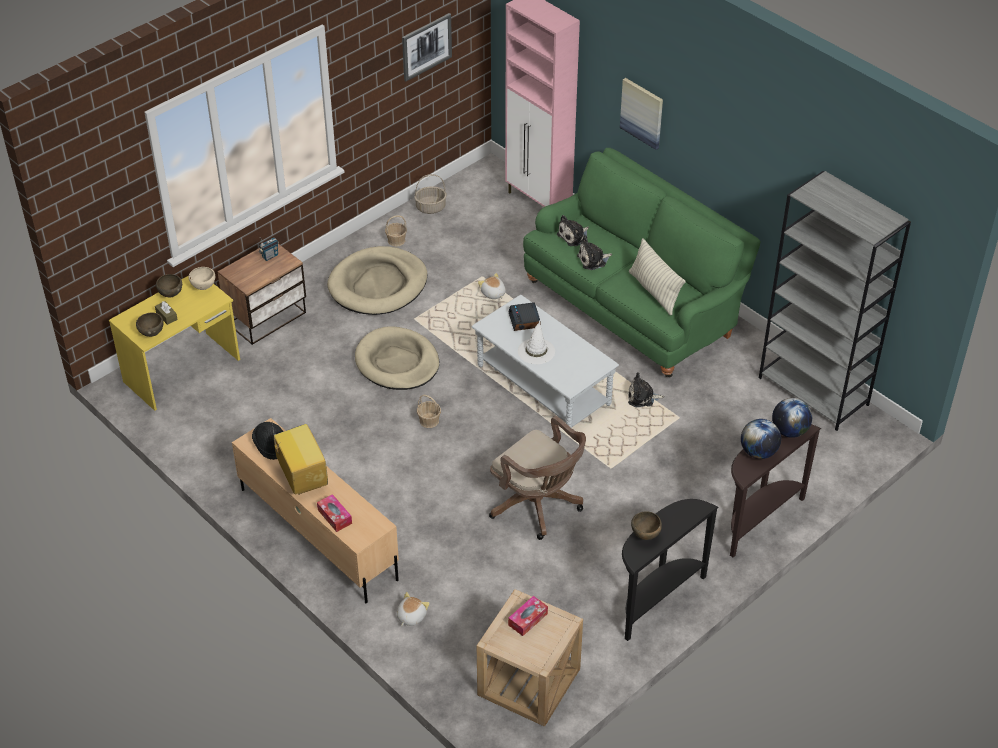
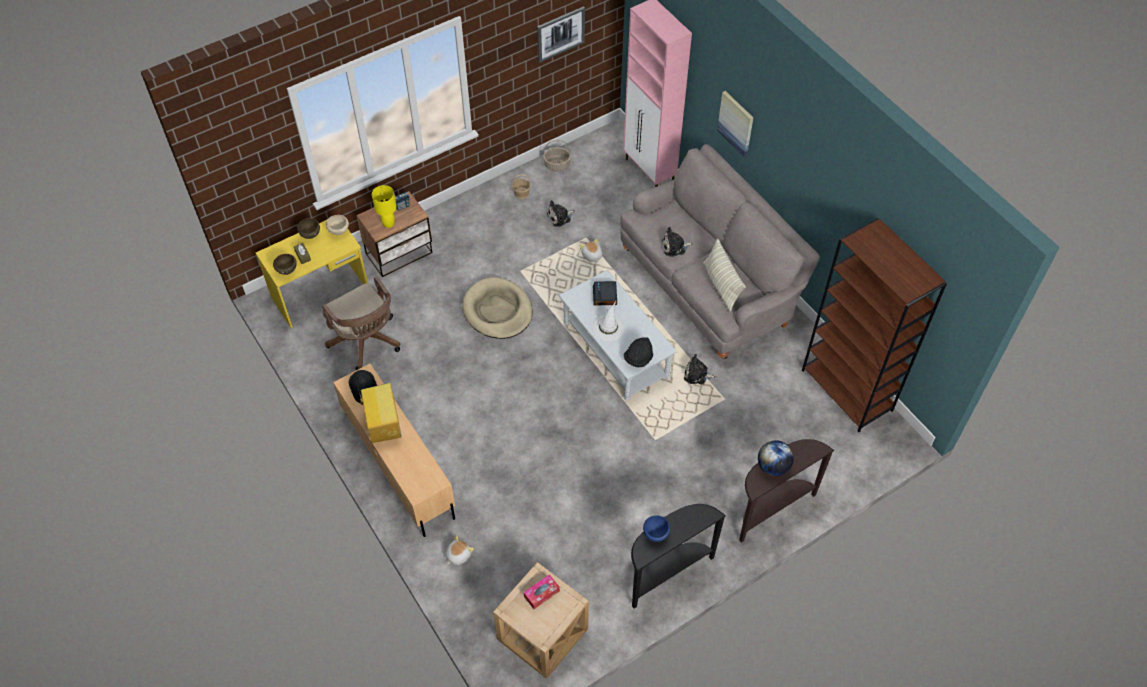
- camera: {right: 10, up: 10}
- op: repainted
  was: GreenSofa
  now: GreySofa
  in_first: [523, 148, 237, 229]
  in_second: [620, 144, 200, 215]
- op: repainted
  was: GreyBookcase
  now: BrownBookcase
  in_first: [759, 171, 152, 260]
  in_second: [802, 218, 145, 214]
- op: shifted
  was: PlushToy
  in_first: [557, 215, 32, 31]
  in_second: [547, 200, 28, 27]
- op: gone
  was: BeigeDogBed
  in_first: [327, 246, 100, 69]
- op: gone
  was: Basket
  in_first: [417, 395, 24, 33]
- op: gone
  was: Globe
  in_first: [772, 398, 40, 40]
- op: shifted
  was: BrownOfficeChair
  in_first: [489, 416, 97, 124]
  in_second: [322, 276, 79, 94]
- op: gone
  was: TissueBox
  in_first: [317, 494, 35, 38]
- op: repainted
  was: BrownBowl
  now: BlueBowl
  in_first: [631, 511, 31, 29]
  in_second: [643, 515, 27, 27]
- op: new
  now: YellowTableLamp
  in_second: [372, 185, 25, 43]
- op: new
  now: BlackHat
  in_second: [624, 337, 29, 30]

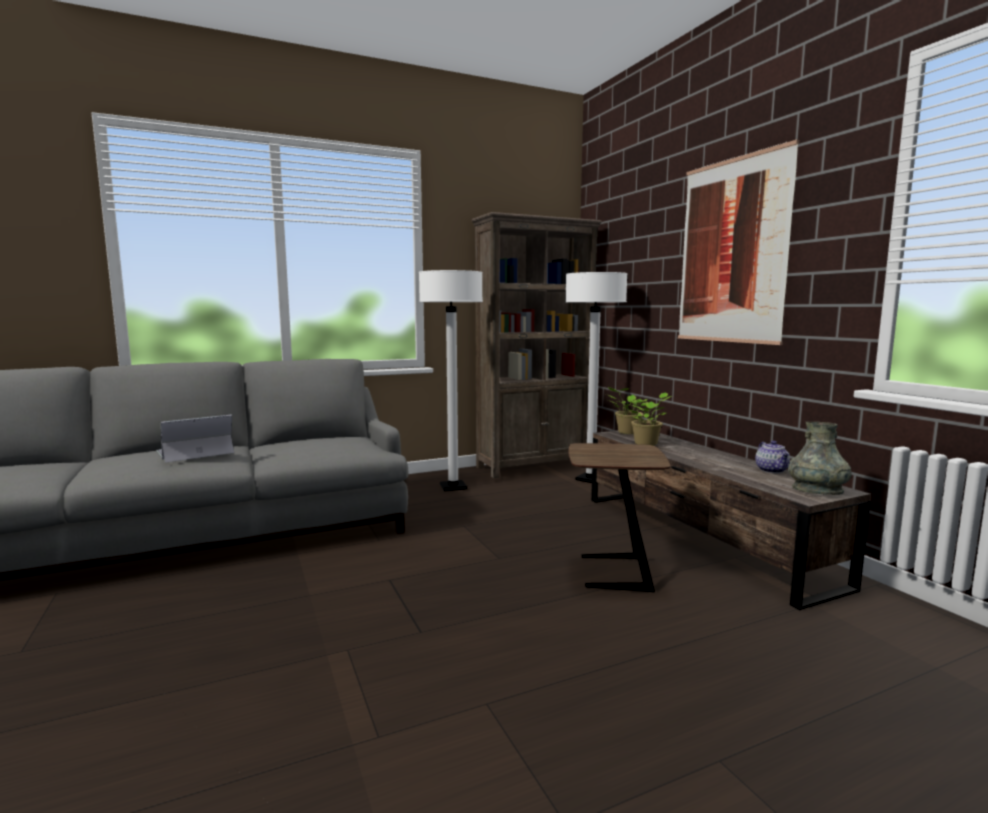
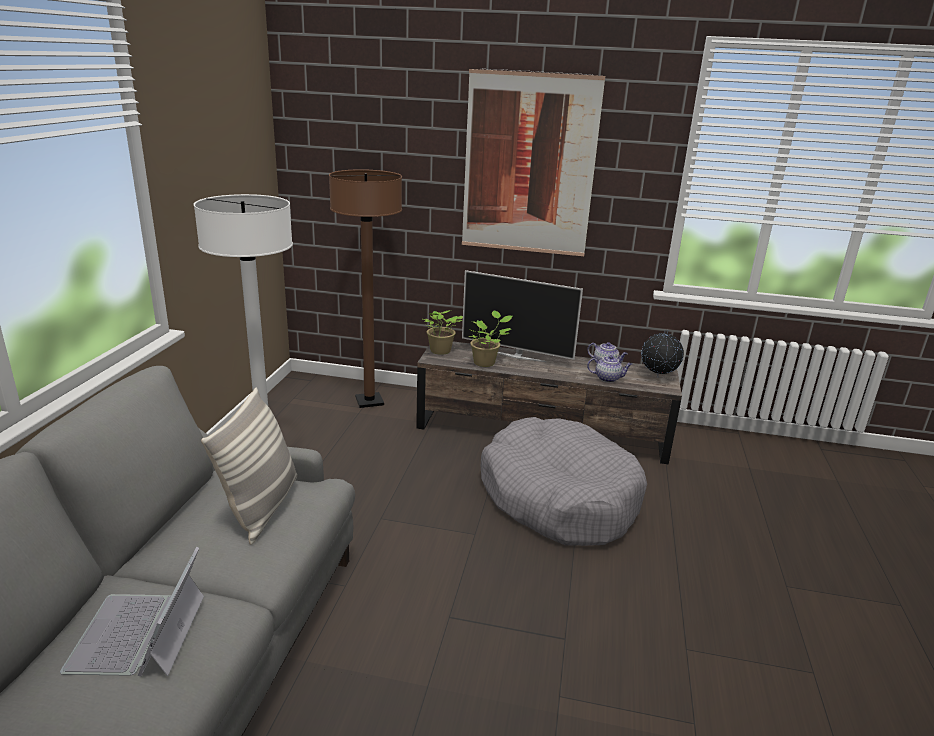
- camera: {right: -55, up: 15}
- op: gone
  was: BrownBookcase
  in_first: [472, 212, 130, 266]
- op: repainted
  was: WhiteFloorLamp
  now: BrownFloorLamp
  in_first: [565, 272, 63, 211]
  in_second: [329, 169, 73, 239]
- op: swapped
  was: GreyVase
  now: Globe
  in_first: [788, 422, 64, 73]
  in_second: [641, 330, 43, 48]
- op: swapped
  was: BrownSideTable
  now: GreyDogBed
  in_first: [568, 443, 103, 149]
  in_second: [481, 417, 166, 129]
- op: new
  now: Television
  in_second: [462, 270, 121, 92]
- op: new
  now: Teapot
  in_second: [587, 355, 45, 28]
- op: new
  now: Pillow
  in_second: [201, 387, 96, 158]

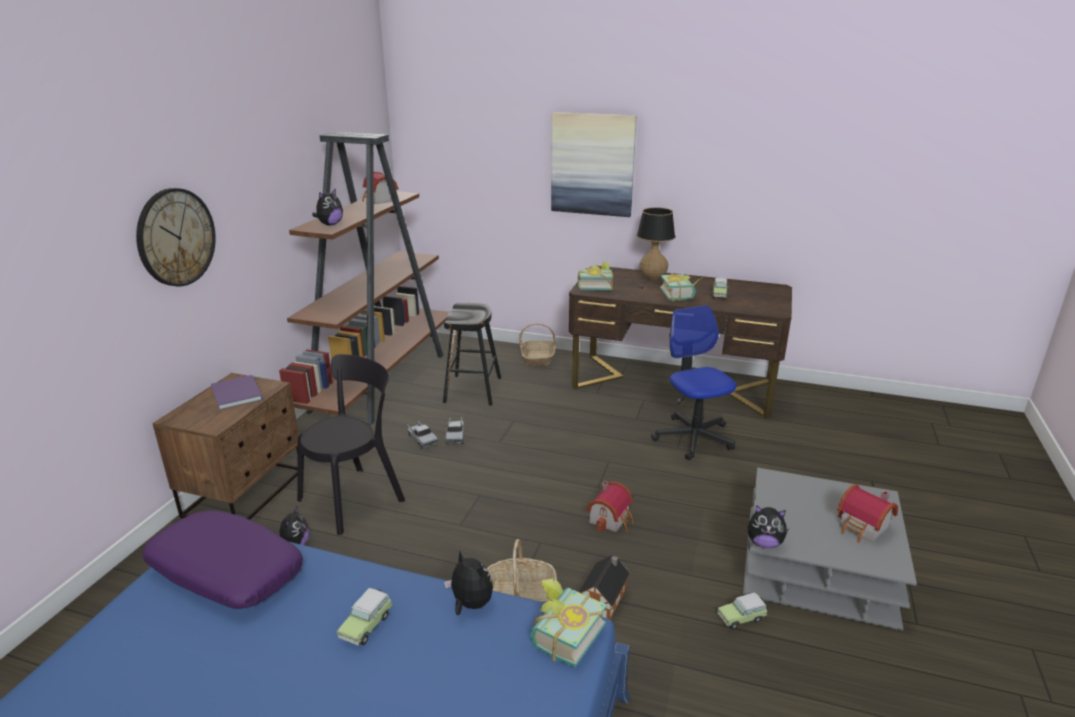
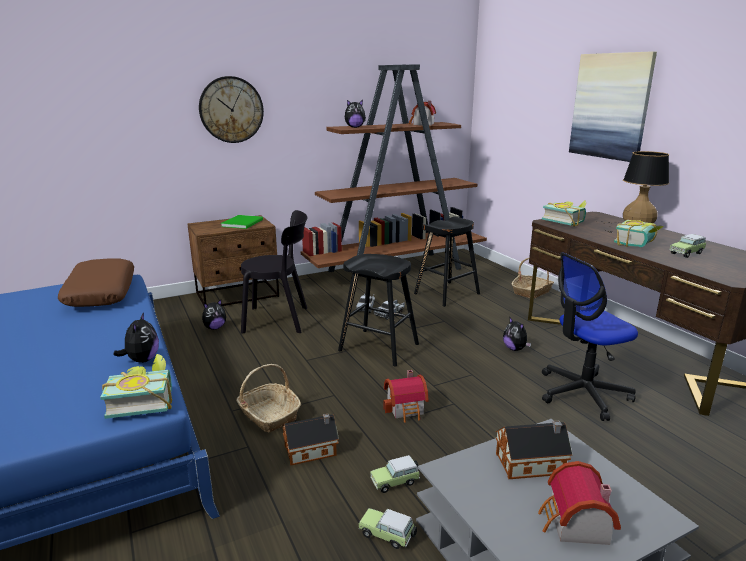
- camera: {right: 45, up: -5}
- op: rotated
  was: OfficeChair
  in_first: [651, 305, 85, 155]
  in_second: [542, 252, 96, 169]
  clockwise: -135
- op: repainted
  was: PurpleBook
  now: GreenBook
  in_first: [211, 375, 52, 35]
  in_second: [221, 215, 42, 14]
- op: shifted
  was: PlushToy
  in_first: [748, 505, 41, 43]
  in_second: [503, 318, 28, 33]
- op: repainted
  was: PurplePillow
  now: BrownPillow
  in_first: [142, 510, 161, 99]
  in_second: [58, 258, 76, 49]
- op: shifted
  was: ToyCar
  in_first: [337, 588, 56, 58]
  in_second: [370, 455, 50, 38]
- op: new
  now: BlackStool
  in_second: [338, 254, 81, 113]
- op: new
  now: ToyHouse
  in_second: [496, 421, 77, 58]

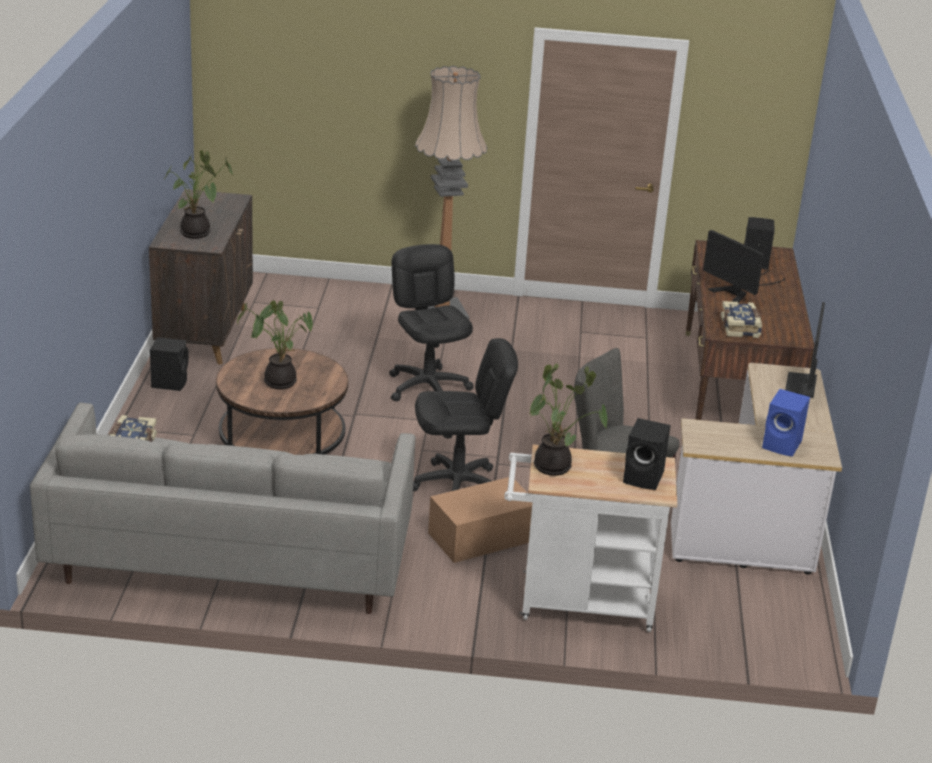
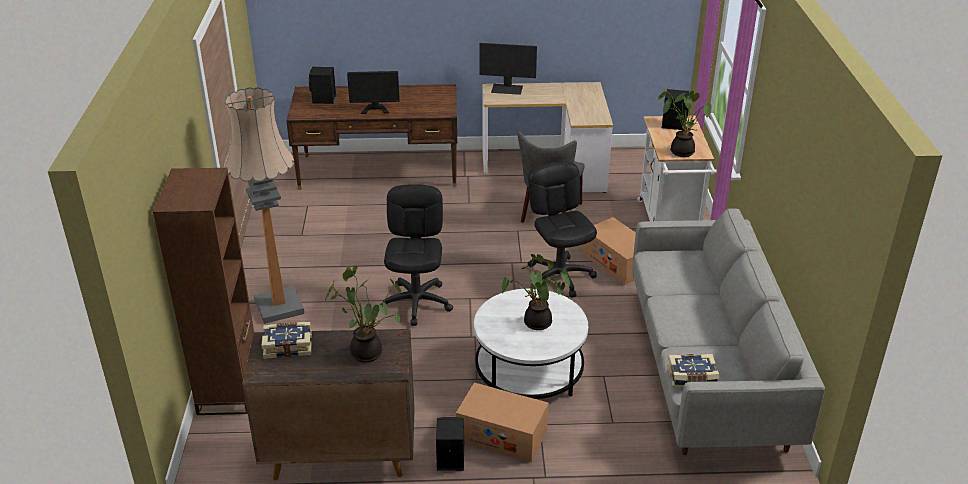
- camera: {right: -95, up: 5}
- op: rotated
  was: Monitor
  in_first: [703, 230, 82, 73]
  in_second: [347, 71, 53, 43]
  clockwise: 45
- op: rotated
  was: BlackOfficeChair
  in_first: [389, 244, 85, 158]
  in_second: [379, 184, 74, 142]
  clockwise: 120
- op: shifted
  was: Book
  in_first: [721, 301, 41, 37]
  in_second: [261, 322, 51, 37]
- op: repainted
  was: BrownCoffeeTable
  now: WhiteCoffeeTable
  in_first: [216, 348, 132, 107]
  in_second: [474, 288, 114, 111]
- op: gone
  was: BlueSpeaker
  in_first: [762, 389, 48, 68]
- op: new
  now: BrownBookcase
  in_second: [153, 168, 101, 247]
- op: new
  now: CardboardBox
  in_second: [456, 382, 93, 81]

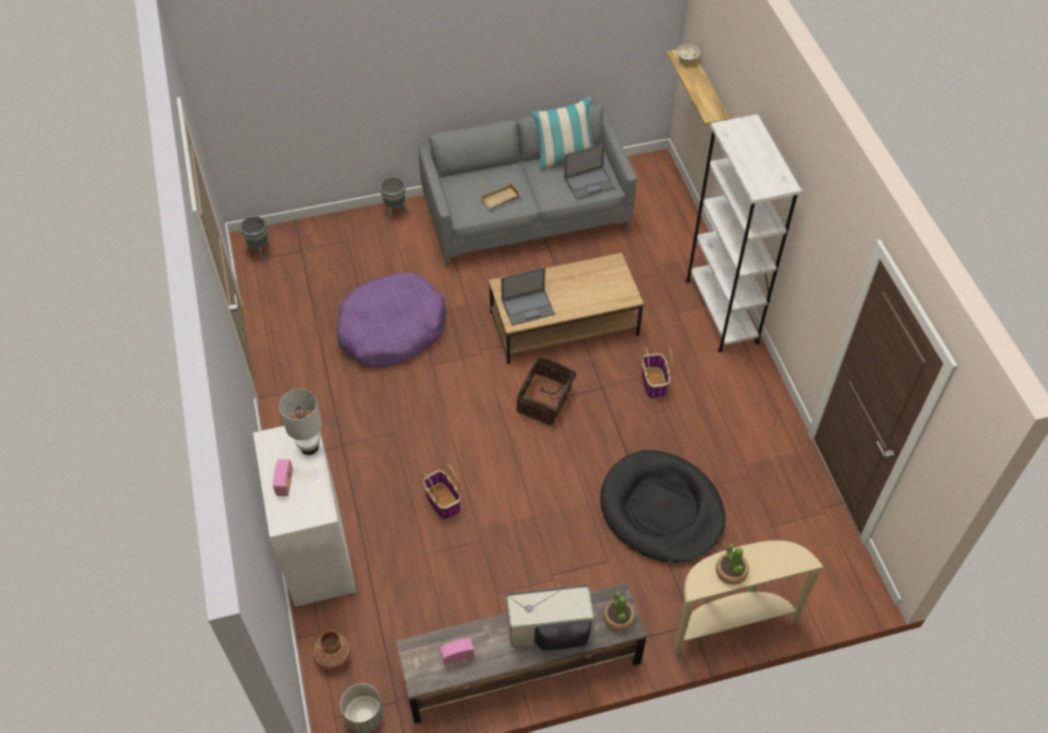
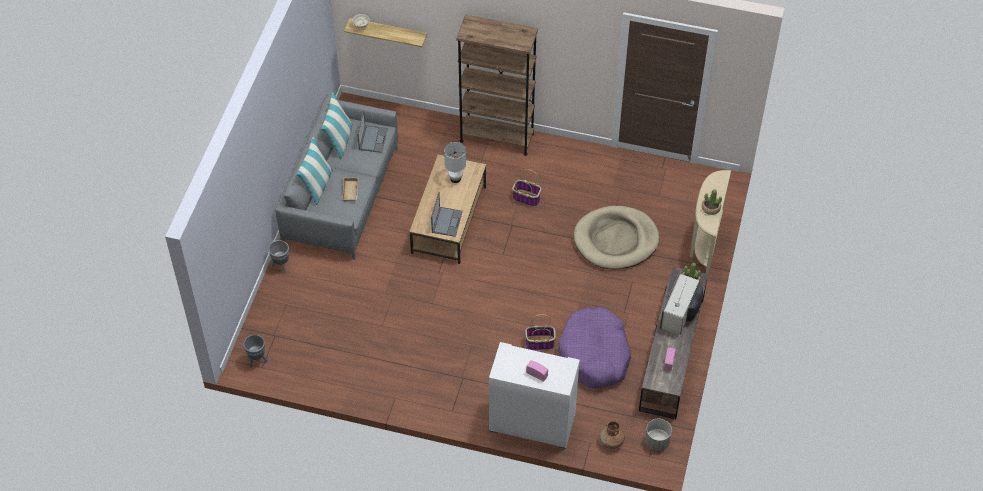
- camera: {right: -60, up: 0}
- op: repainted
  was: WhiteBookcase
  now: BrownBookcase
  in_first: [685, 114, 117, 238]
  in_second: [456, 15, 82, 141]
- op: shifted
  was: PurpleDogBed
  in_first: [337, 273, 110, 95]
  in_second: [558, 307, 73, 82]
- op: gone
  was: Basket
  in_first: [517, 357, 63, 69]
- op: shifted
  was: WhiteTableLamp
  in_first: [279, 389, 43, 66]
  in_second: [444, 142, 22, 41]
- op: repainted
  was: BlackDogBed
  now: BeigeDogBed
  in_first: [600, 450, 126, 113]
  in_second: [574, 206, 85, 63]
- op: new
  now: Pillow
  in_second: [296, 138, 37, 67]

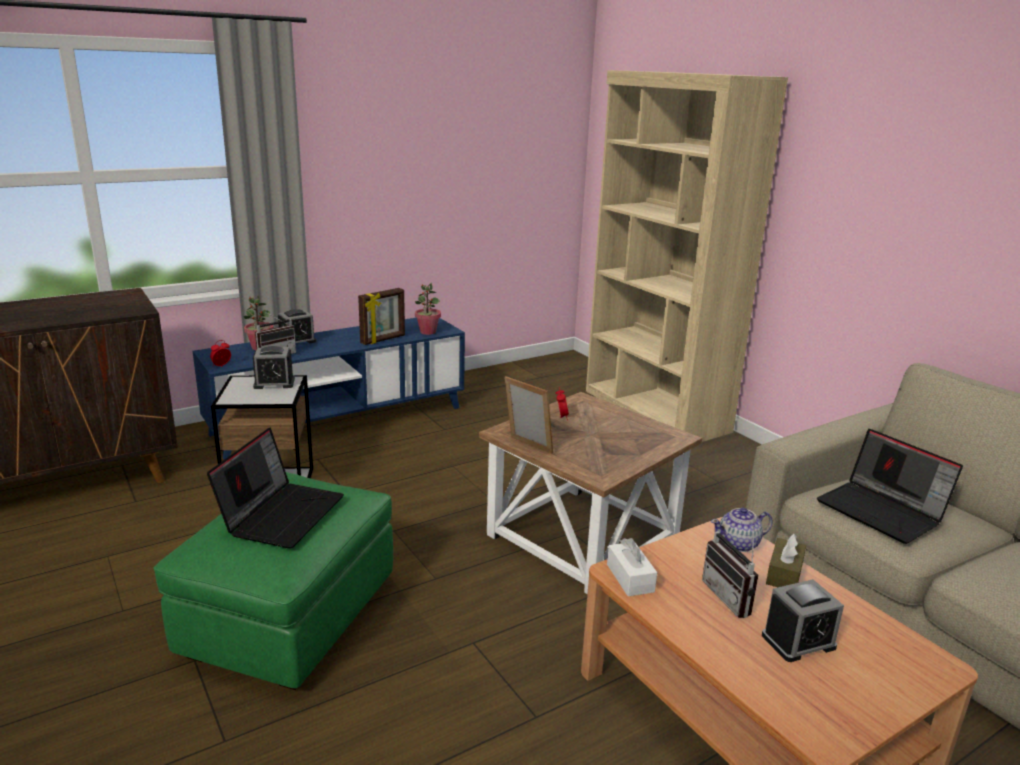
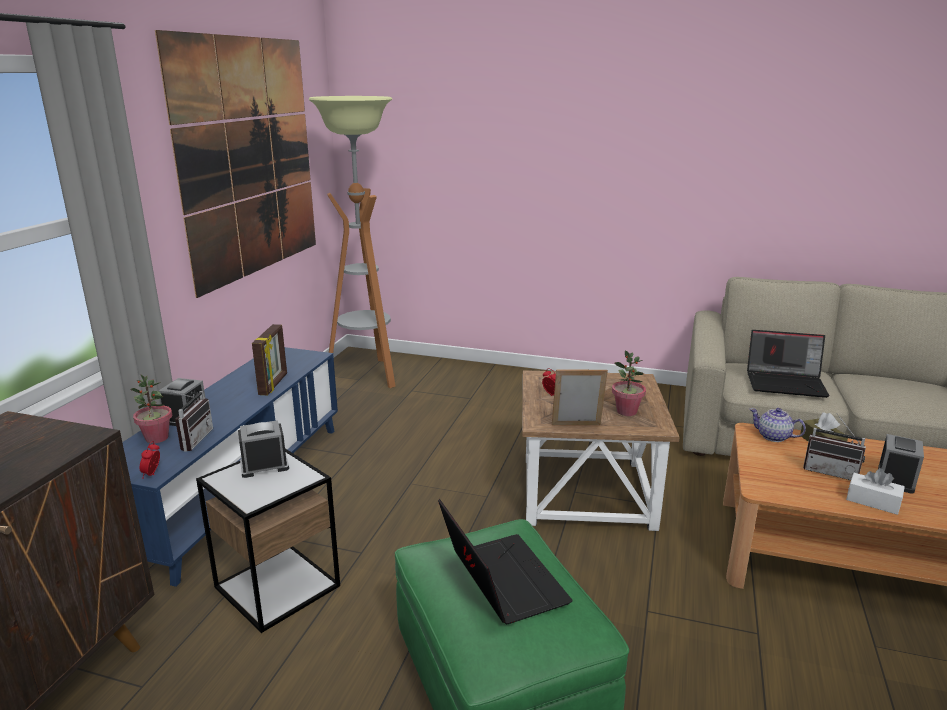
- camera: {right: -40, up: 0}
- op: gone
  was: BeigeBookcase
  in_first: [586, 70, 202, 372]
- op: shifted
  was: PottedPlant
  in_first: [415, 283, 26, 52]
  in_second: [612, 350, 34, 66]
- op: rotated
  was: AlarmClock
  in_first: [253, 346, 42, 43]
  in_second: [238, 420, 51, 58]
  clockwise: -150
- op: rotated
  was: Teapot
  in_first: [711, 507, 62, 45]
  in_second: [749, 408, 57, 34]
  clockwise: 90
- op: shifted
  was: WhiteTissueBox
  in_first: [607, 538, 50, 58]
  in_second: [846, 468, 59, 47]
- op: new
  now: Picture
  in_second: [155, 30, 161, 268]
- op: new
  now: FloorLamp
  in_second: [309, 96, 87, 292]

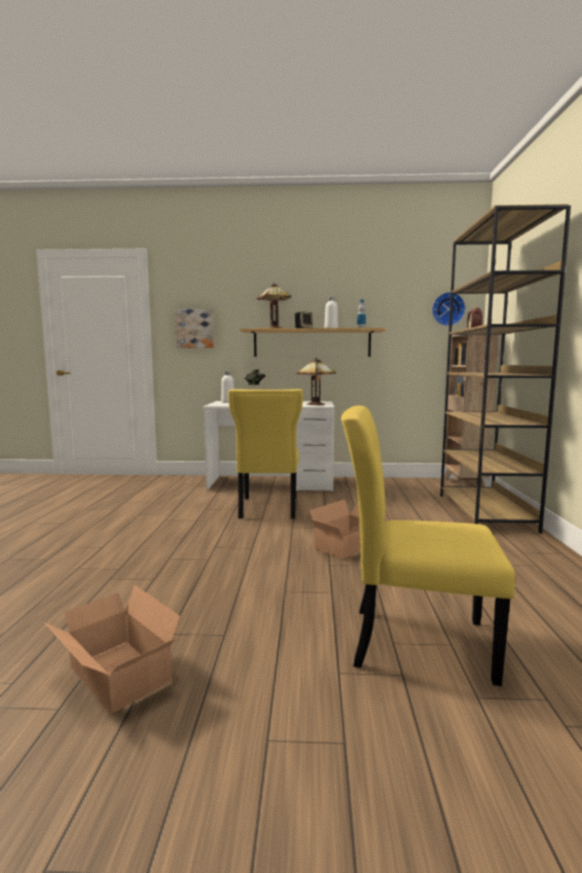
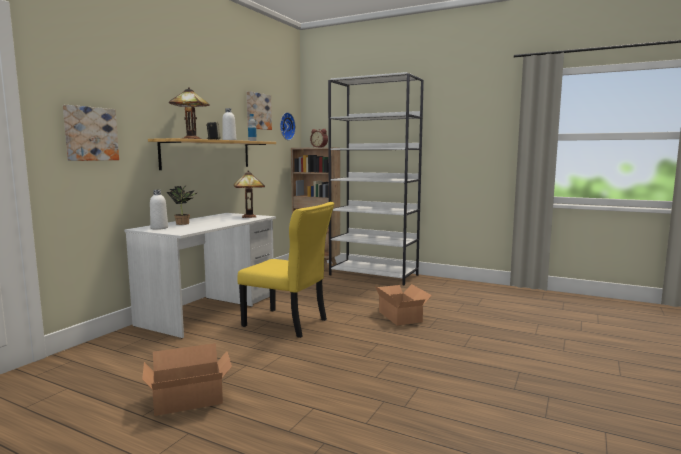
- camera: {right: -65, up: 0}
- op: repainted
  was: BrownBookcase
  now: WhiteBookcase
  in_first: [440, 204, 131, 329]
  in_second: [328, 72, 96, 214]
- op: gone
  was: YellowChair
  in_first: [341, 406, 174, 280]
- op: shifted
  was: CardboardBox
  in_first: [45, 585, 135, 129]
  in_second: [142, 343, 90, 73]
- op: new
  now: Picture
  in_second: [247, 91, 25, 39]

